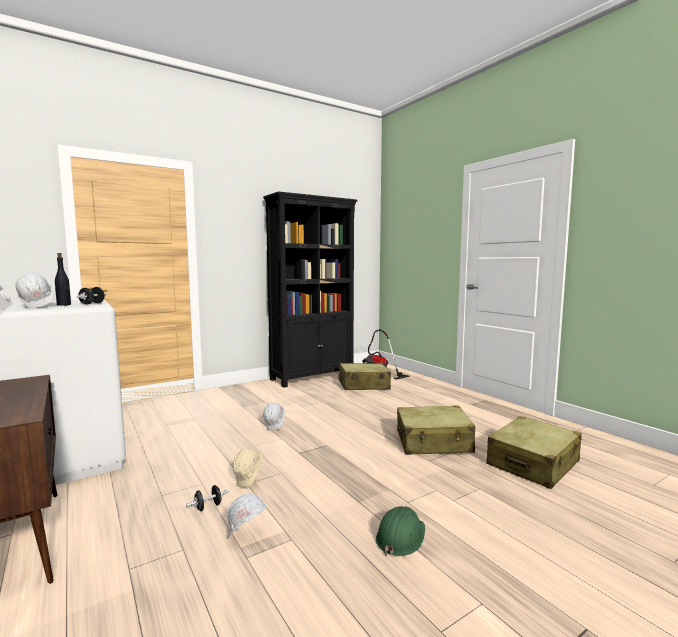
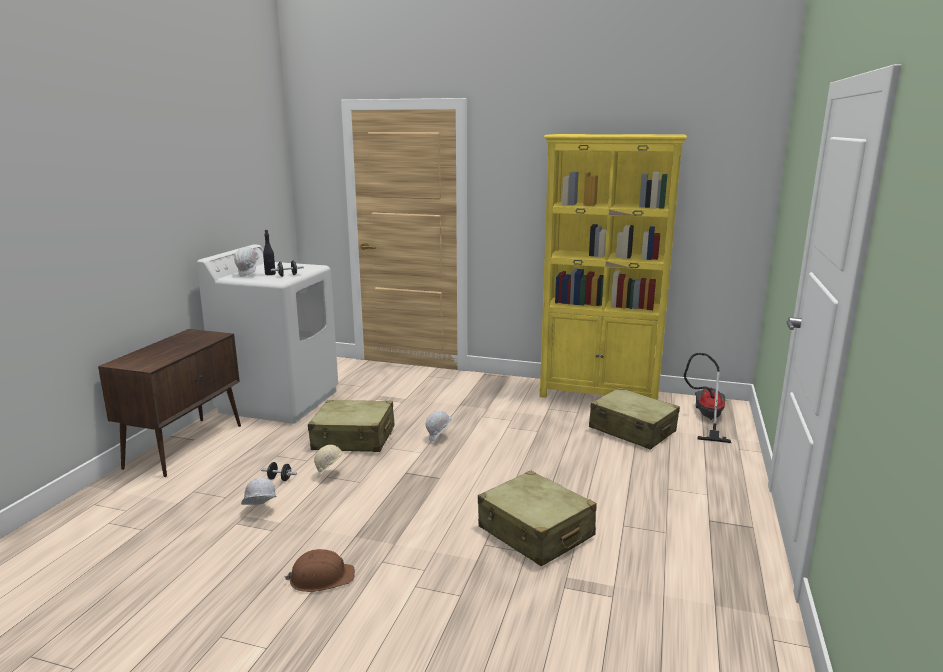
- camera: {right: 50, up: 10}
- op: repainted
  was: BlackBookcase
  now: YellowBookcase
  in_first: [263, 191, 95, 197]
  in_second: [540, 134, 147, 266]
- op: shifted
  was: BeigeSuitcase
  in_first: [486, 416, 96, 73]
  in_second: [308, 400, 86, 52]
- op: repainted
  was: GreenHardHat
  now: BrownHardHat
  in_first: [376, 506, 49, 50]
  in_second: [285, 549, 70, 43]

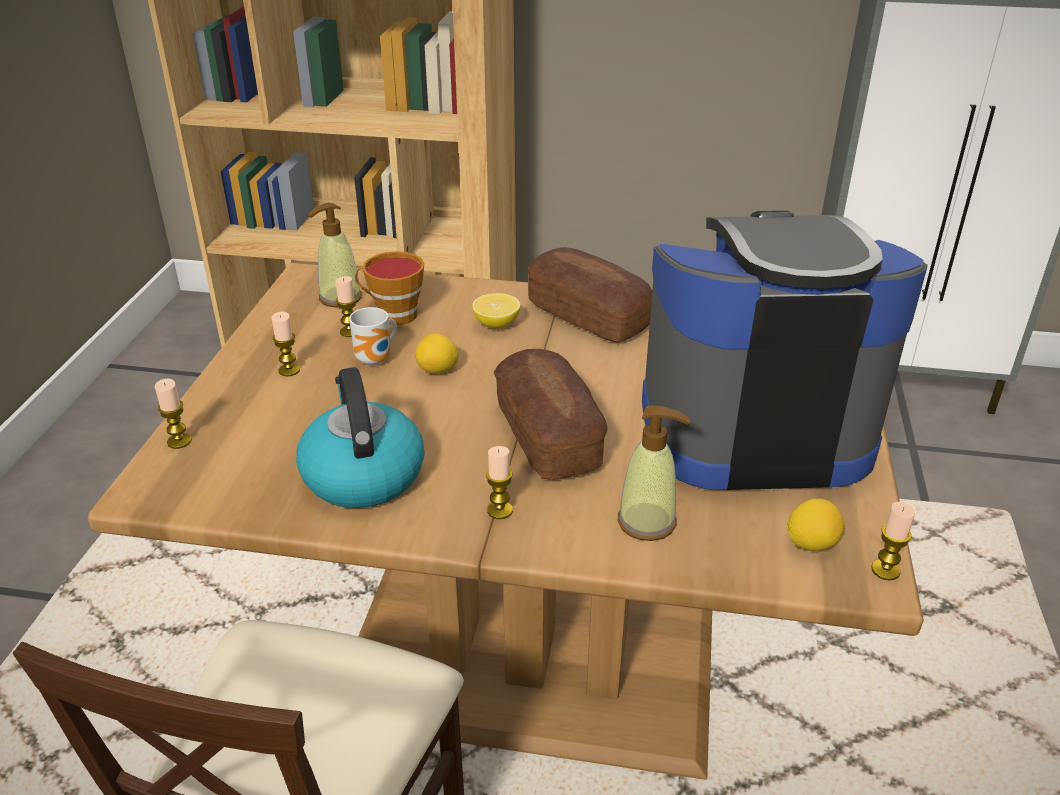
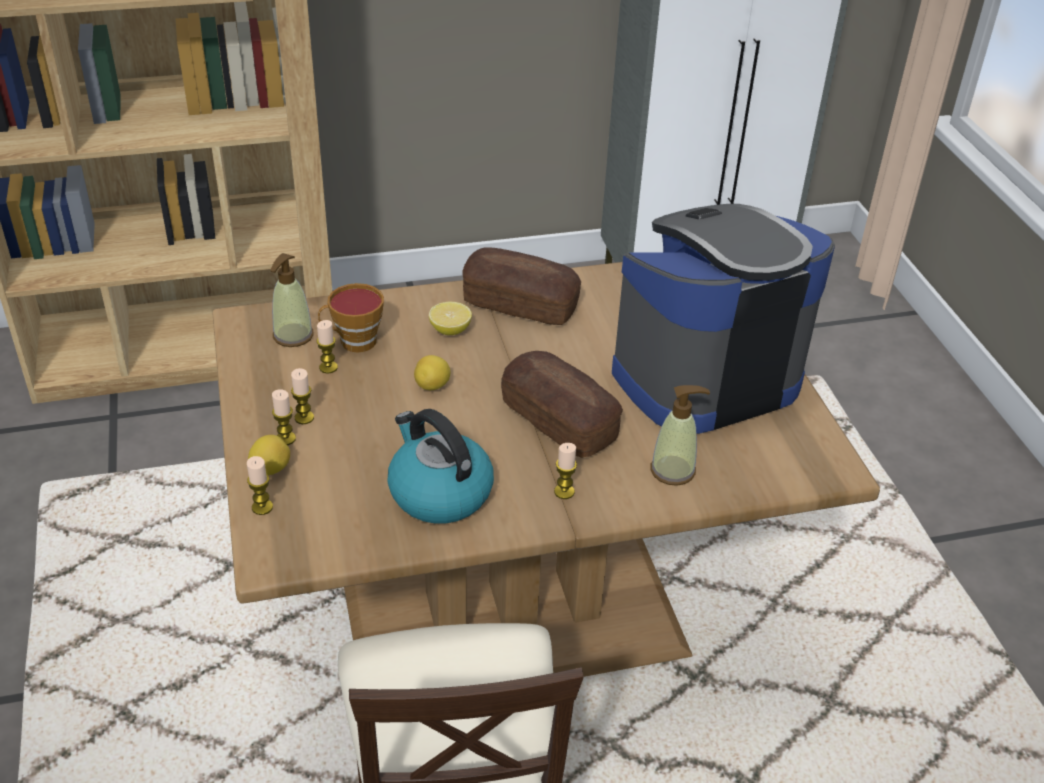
- camera: {right: -25, up: 5}
- op: gone
  was: Mug
  in_first: [349, 307, 48, 59]
- op: shifted
  was: Lemon
  in_first: [787, 498, 58, 53]
  in_second: [248, 435, 42, 40]
- op: shifted
  was: Candle
  in_first: [871, 502, 44, 78]
  in_second: [272, 389, 24, 56]

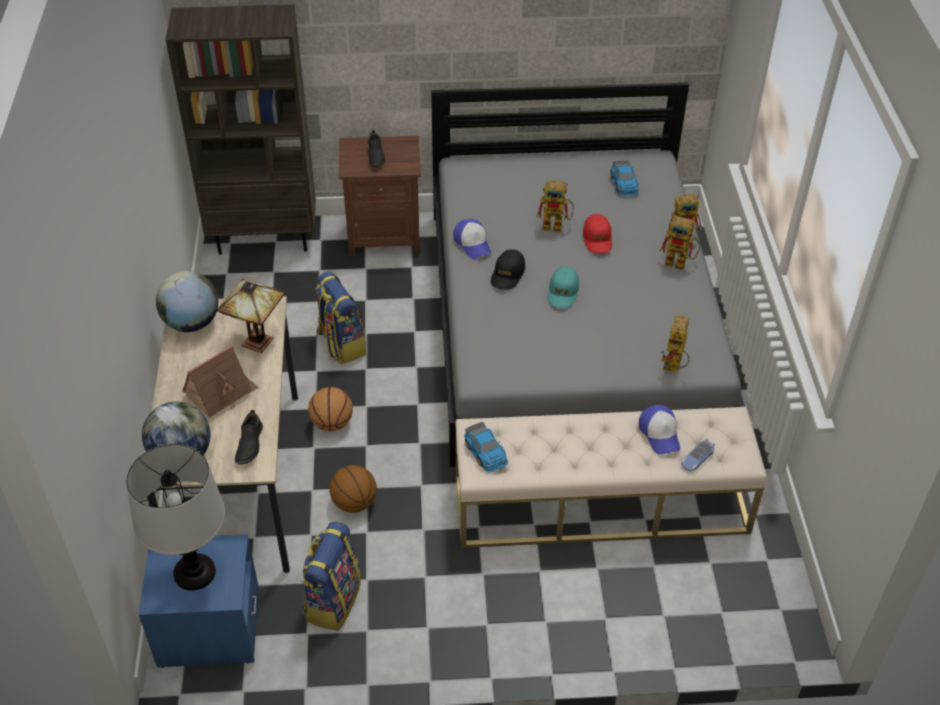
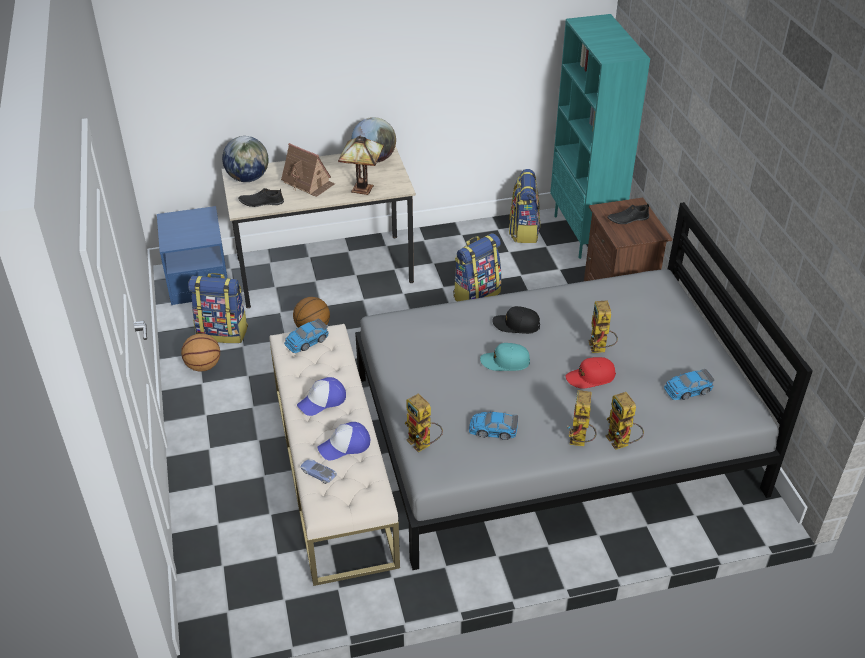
- camera: {right: 80, up: -5}
- op: repainted
  was: BrownBookcase
  now: TurquoiseBookcase
  in_first: [166, 5, 150, 250]
  in_second: [550, 14, 100, 245]
- op: shifted
  was: Cap
  in_first: [453, 219, 38, 40]
  in_second: [297, 377, 49, 39]
- op: rotated
  was: ToyRobot
  in_first: [661, 315, 29, 58]
  in_second: [405, 393, 38, 59]
  clockwise: -135
- op: shifted
  was: Basketball
  in_first: [308, 387, 45, 45]
  in_second: [181, 333, 39, 39]
- op: gone
  was: TableLamp
  in_first: [126, 444, 99, 147]
- op: new
  now: Backpack
  in_second: [509, 169, 31, 74]
- op: new
  now: ToyCar
  in_second: [469, 411, 49, 29]

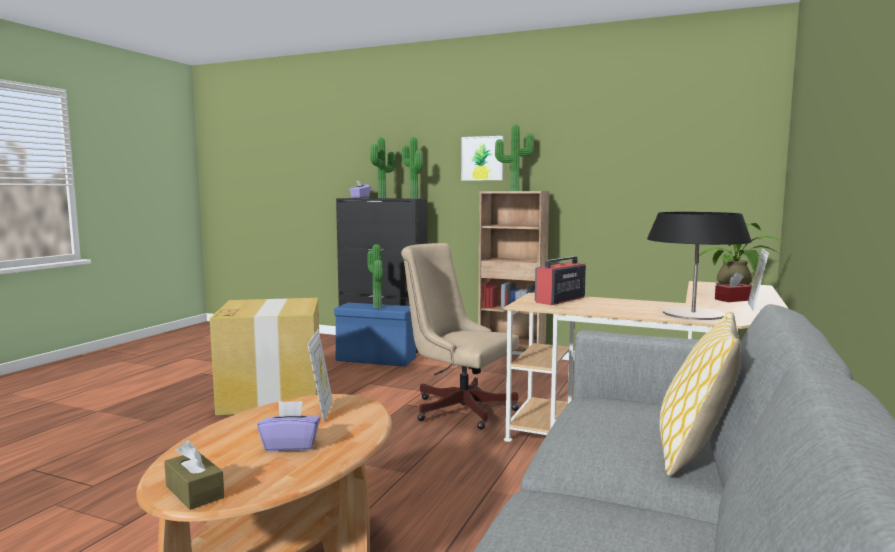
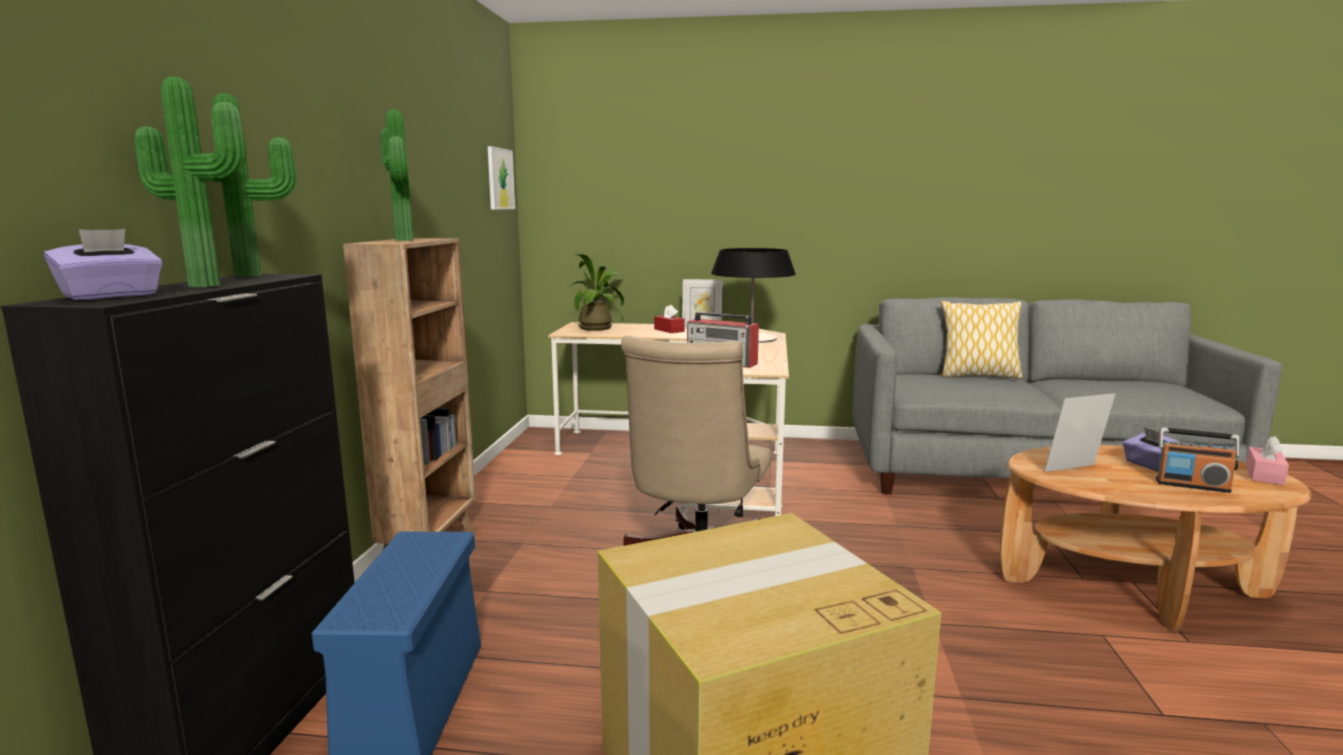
- camera: {right: -105, up: 5}
- op: shifted
  was: Picture
  in_first: [461, 136, 42, 45]
  in_second: [488, 146, 27, 63]
- op: gone
  was: PottedPlant
  in_first: [368, 244, 15, 64]
- op: repainted
  was: BrownTissueBox
  now: PinkTissueBox
  in_first: [164, 440, 60, 70]
  in_second: [1246, 436, 43, 49]
- op: new
  now: Radio
  in_second: [1156, 428, 84, 65]

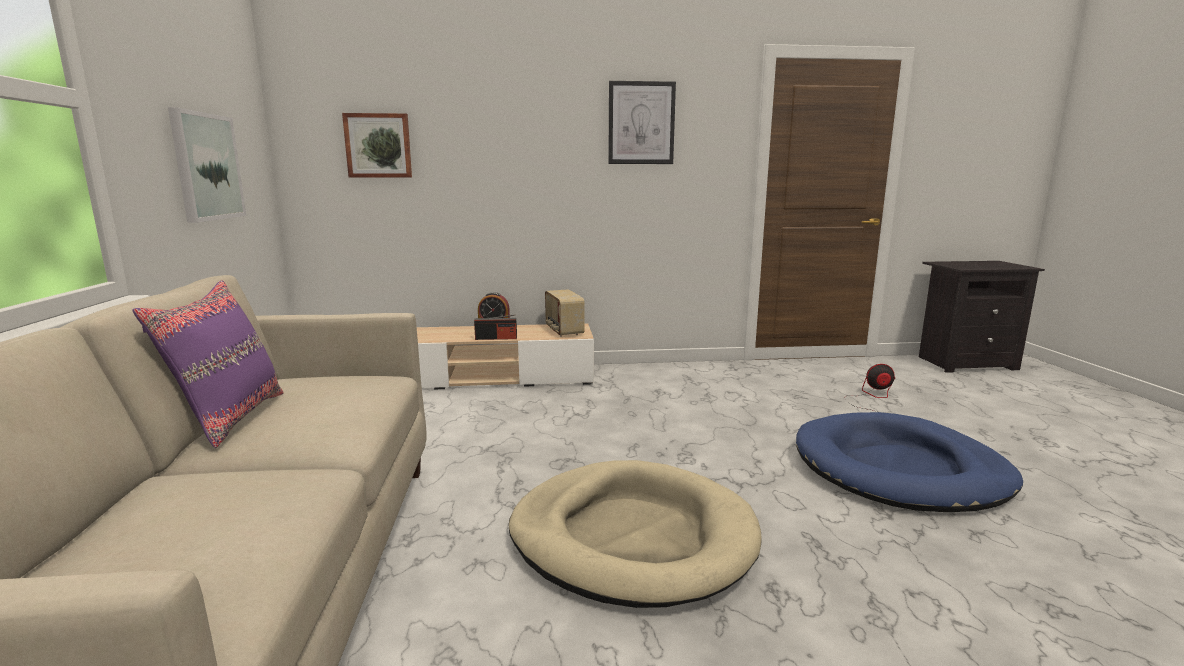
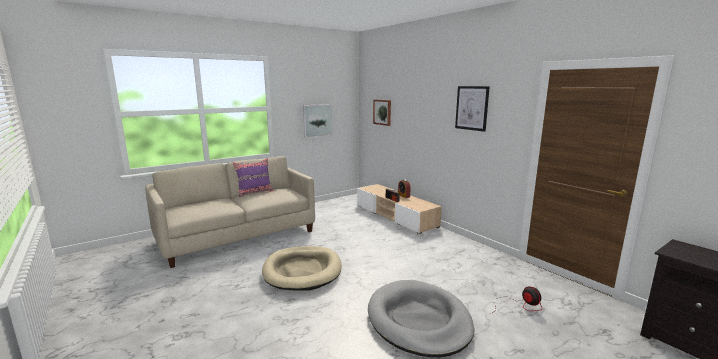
- camera: {right: 60, up: 0}
- op: gone
  was: Radio
  in_first: [545, 289, 40, 48]
- op: repainted
  was: BlueDogBed
  now: GreyDogBed
  in_first: [796, 412, 227, 100]
  in_second: [368, 280, 106, 77]

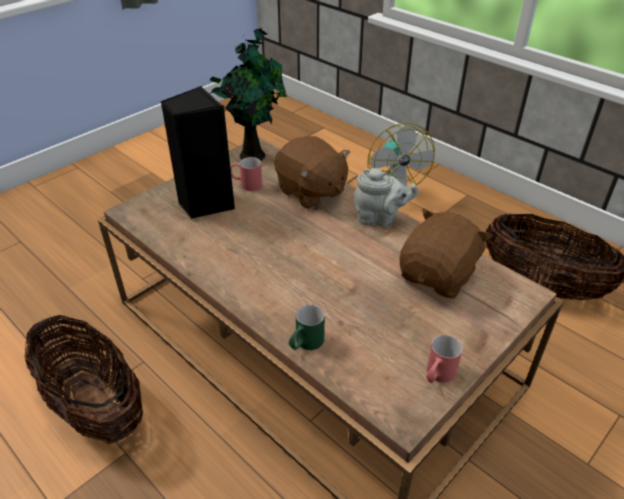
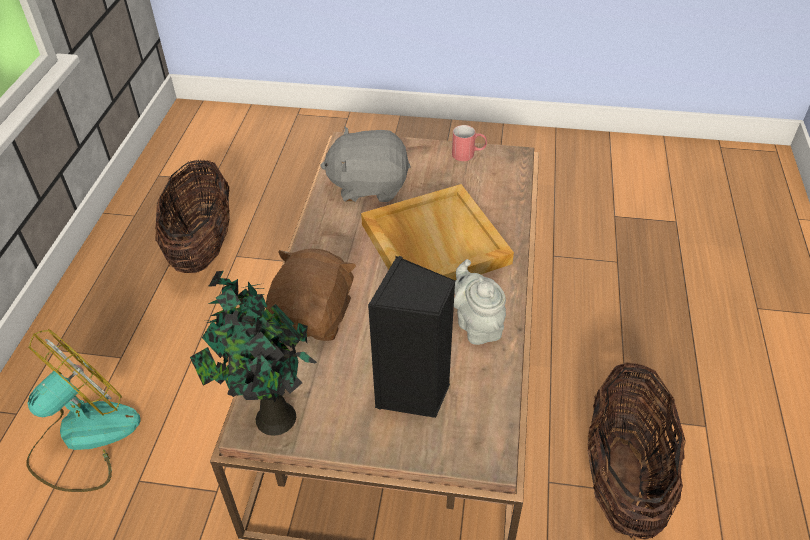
- camera: {right: -125, up: 5}
- op: gone
  was: RedMug
  in_first: [230, 157, 32, 34]
- op: shifted
  was: GreyTeapot
  in_first: [354, 168, 65, 59]
  in_second: [454, 259, 52, 86]
- op: repainted
  was: BrownPlushToy
  now: GreyPlushToy
  in_first: [400, 208, 93, 91]
  in_second: [320, 127, 91, 75]
- op: gone
  was: GreenMug
  in_first: [289, 304, 36, 46]
- op: new
  now: BeigeTray
  in_second: [361, 184, 153, 96]

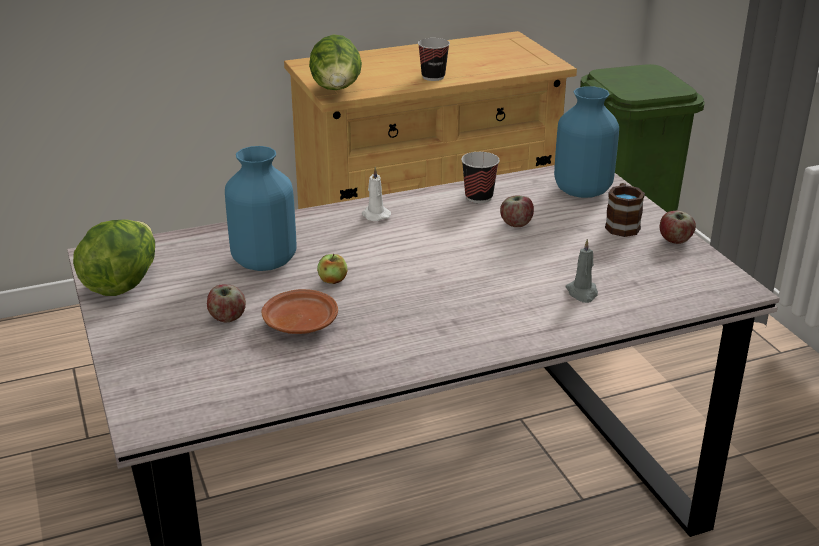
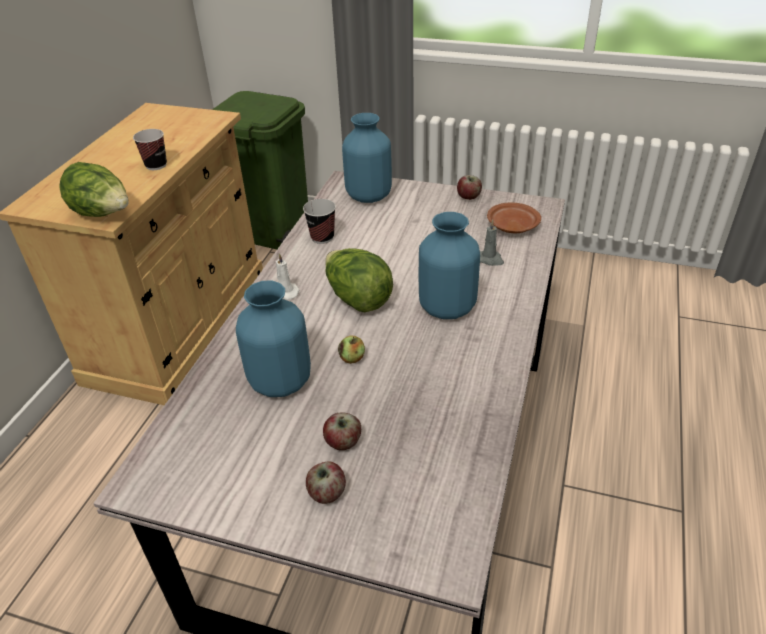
- camera: {right: -50, up: 10}
- op: gone
  was: BrownMug
  in_first: [605, 183, 40, 54]
- op: shifted
  was: Apple
  in_first: [500, 195, 34, 32]
  in_second: [306, 461, 40, 43]
- op: shifted
  was: Lettuce
  in_first: [73, 219, 82, 77]
  in_second: [325, 248, 68, 64]
- op: shifted
  was: BrownPlate
  in_first: [261, 289, 77, 45]
  in_second: [487, 202, 54, 31]
- op: new
  now: BlueVase
  in_second: [419, 212, 61, 107]

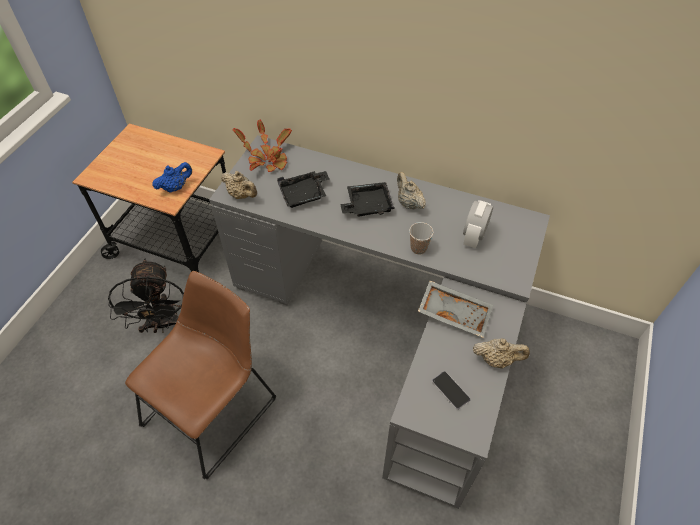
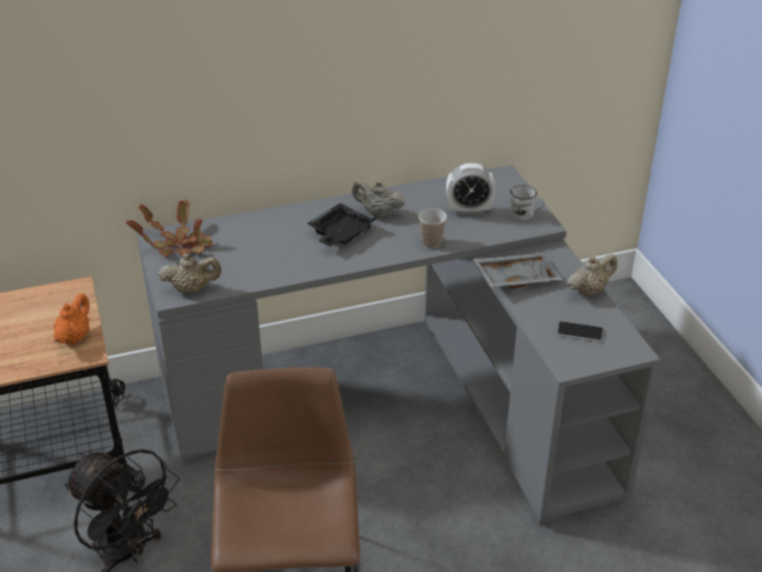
- camera: {right: -40, up: -15}
- op: repainted
  was: BlueTeapot
  now: OrangeTeapot
  in_first: [152, 162, 40, 31]
  in_second: [53, 293, 37, 52]
- op: gone
  was: BlackTray
  in_first: [277, 171, 52, 37]
- op: rotated
  was: AlarmClock
  in_first: [463, 200, 30, 48]
  in_second: [446, 163, 49, 52]
  clockwise: -75
- op: new
  now: WhiteMug
  in_second: [510, 185, 35, 35]

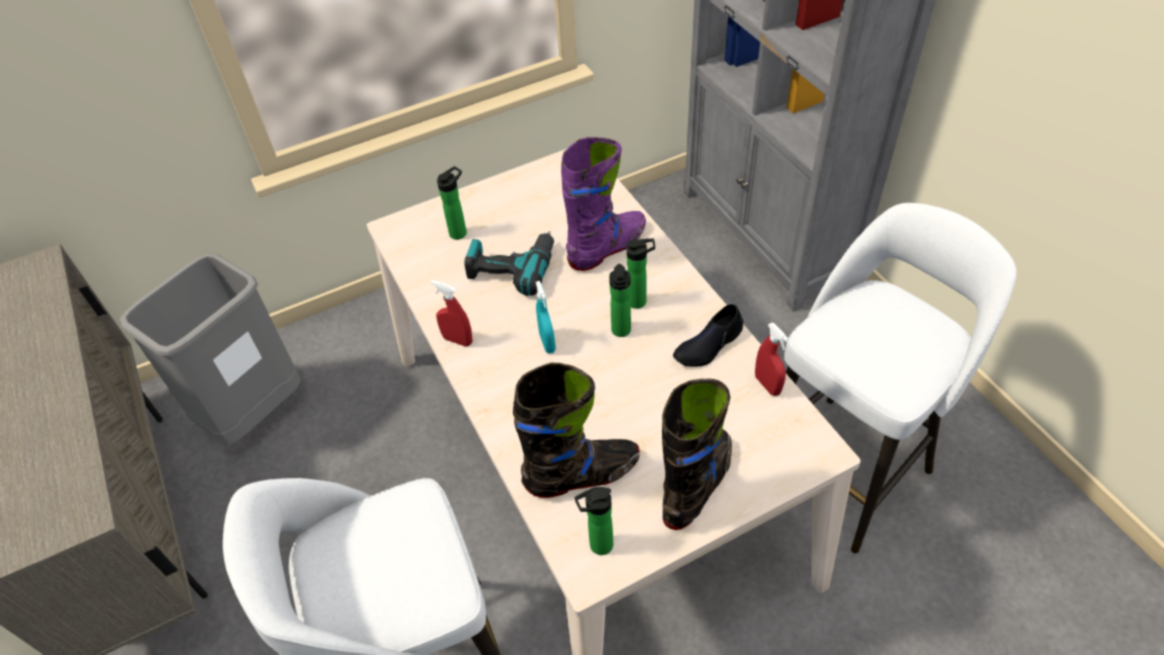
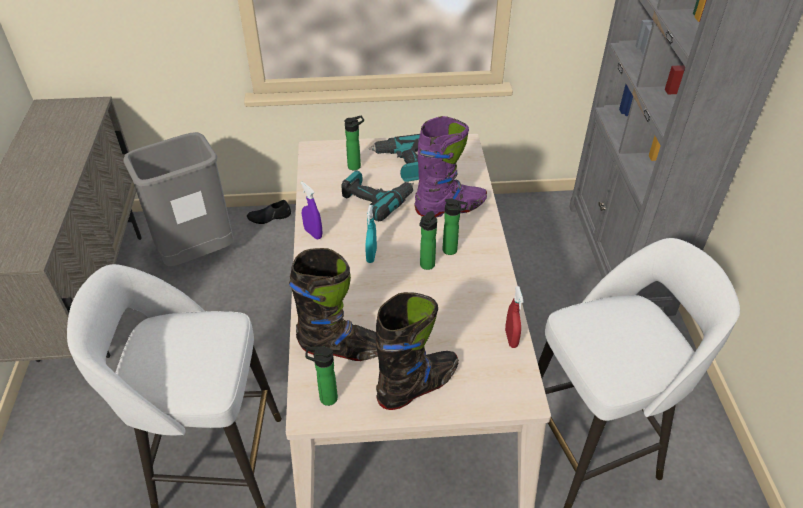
- camera: {right: 20, up: -5}
- op: repainted
  was: RedSprayBottle
  now: PurpleSprayBottle
  in_first: [431, 280, 41, 67]
  in_second: [301, 181, 21, 58]
- op: shifted
  was: BlackShoe
  in_first: [673, 304, 70, 63]
  in_second: [247, 200, 44, 24]
- op: new
  now: PowerDrill
  in_second: [369, 134, 51, 48]

